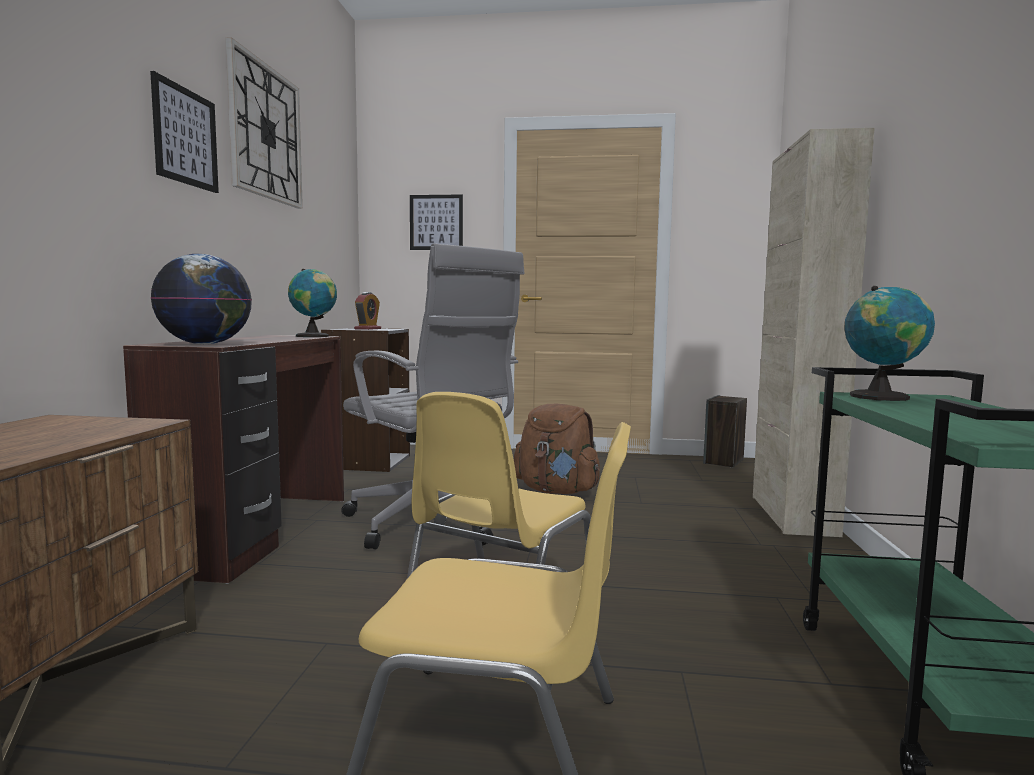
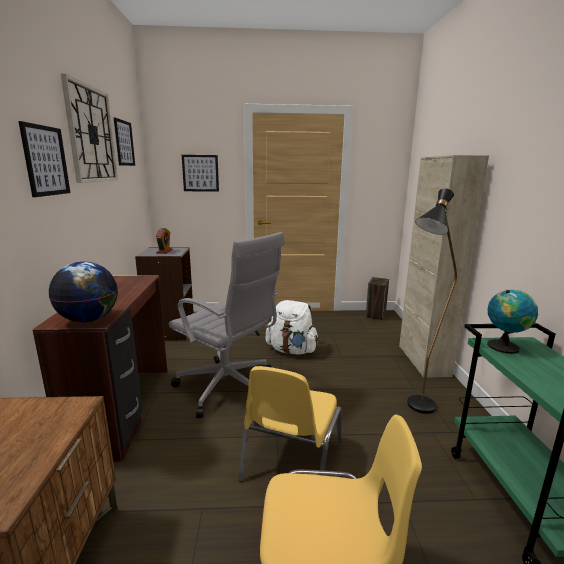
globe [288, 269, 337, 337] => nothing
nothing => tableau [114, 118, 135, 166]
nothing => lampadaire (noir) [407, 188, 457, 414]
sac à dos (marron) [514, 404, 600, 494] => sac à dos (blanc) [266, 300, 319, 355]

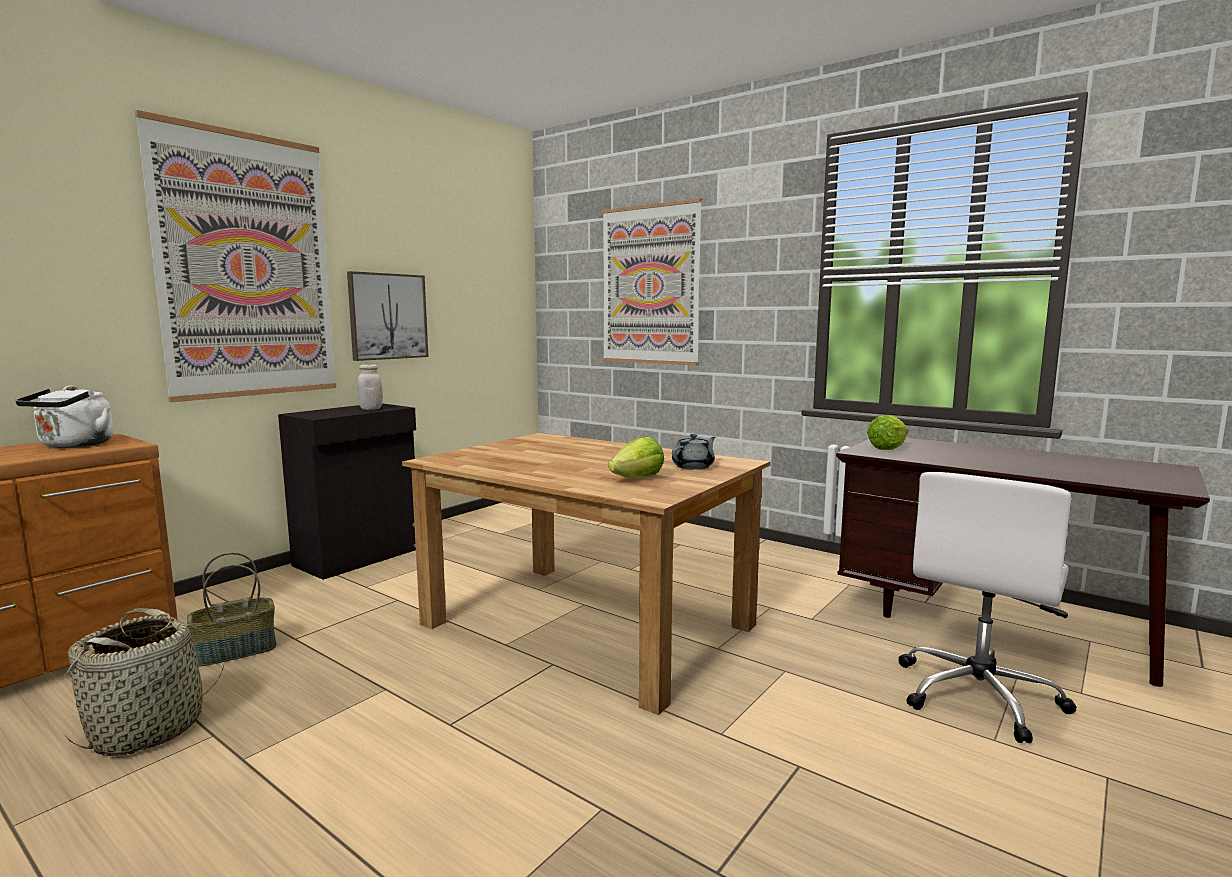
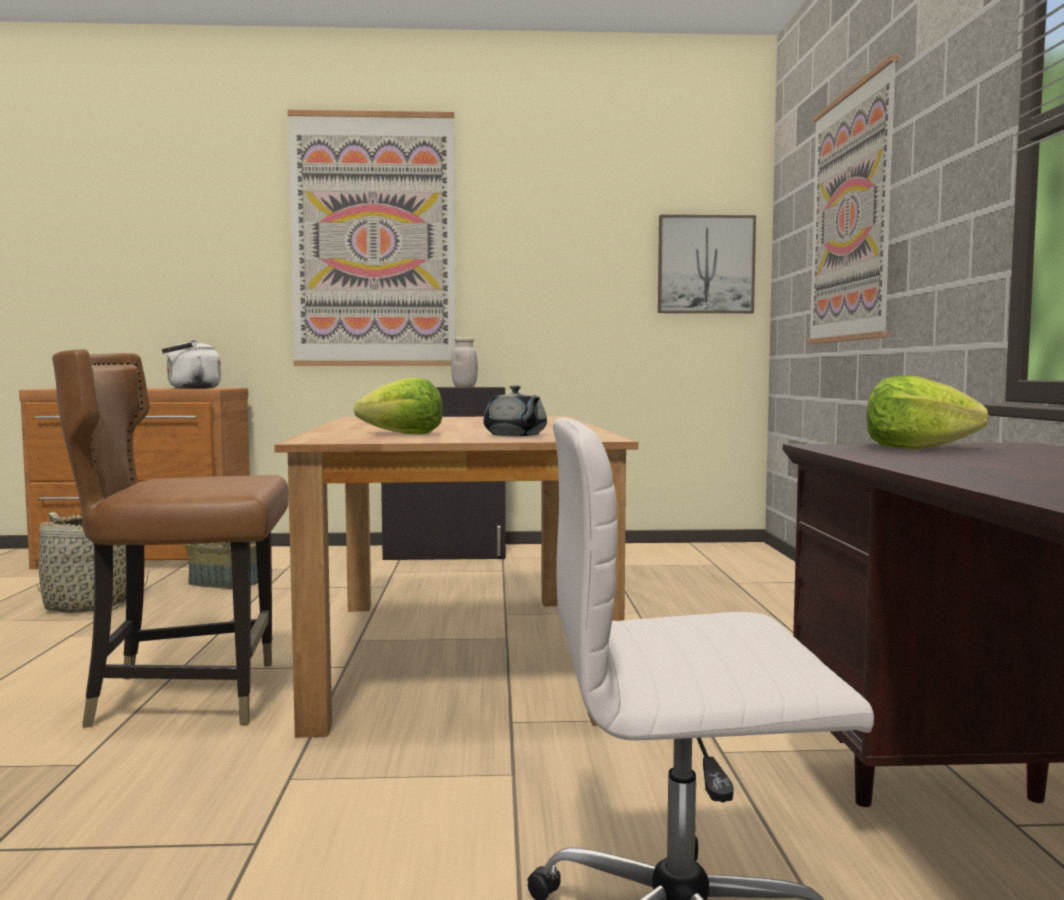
nothing => chaise (marron) [52, 349, 289, 728]
tableau [347, 271, 428, 361] => tableau [658, 215, 756, 313], relocated
théière (gris) [672, 434, 716, 470] => théière (gris) [483, 385, 547, 436], 60 degrees clockwise

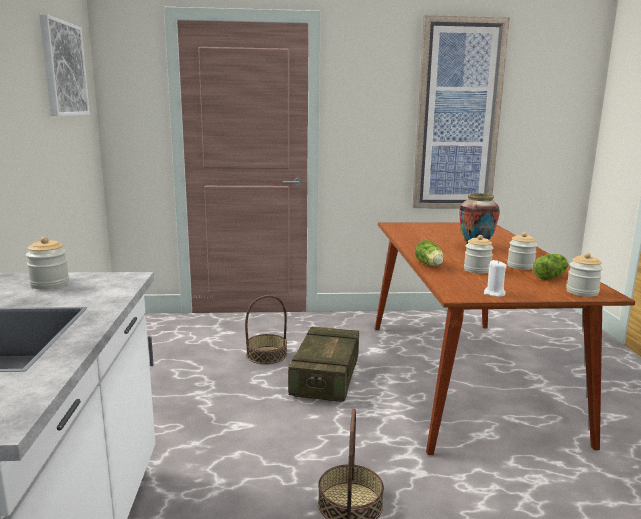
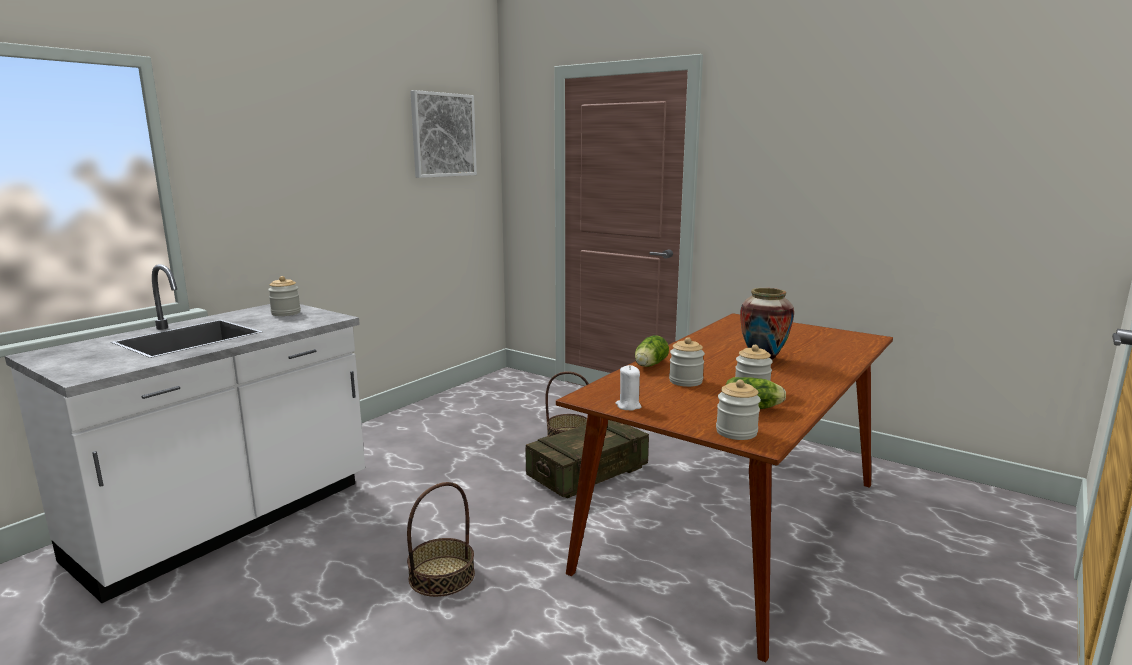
tableau [413, 15, 510, 208] => nothing

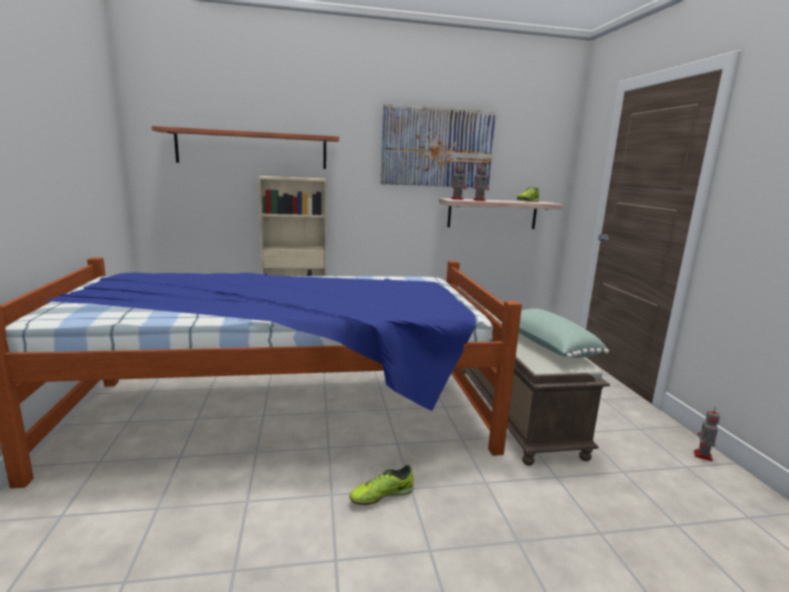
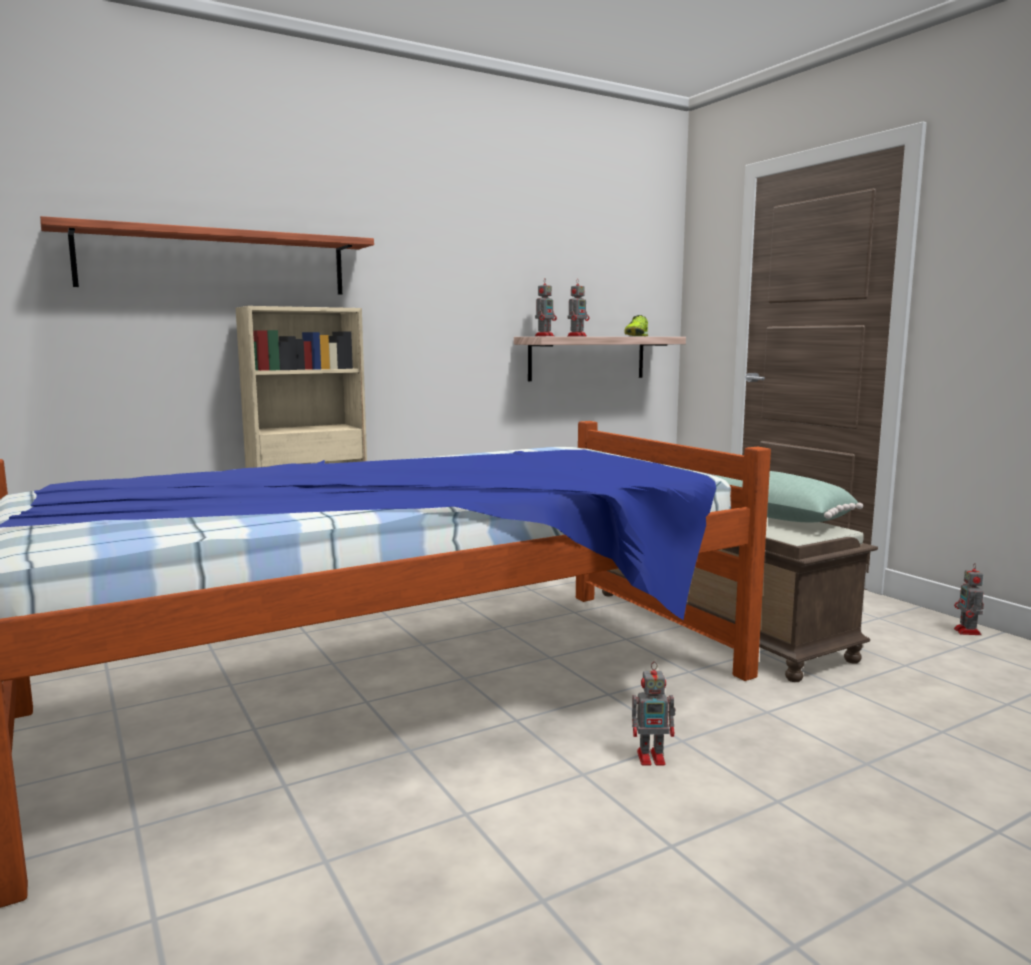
tableau [380, 104, 496, 188] => nothing
chaussure [349, 464, 414, 505] => robot jouet [632, 662, 675, 766]

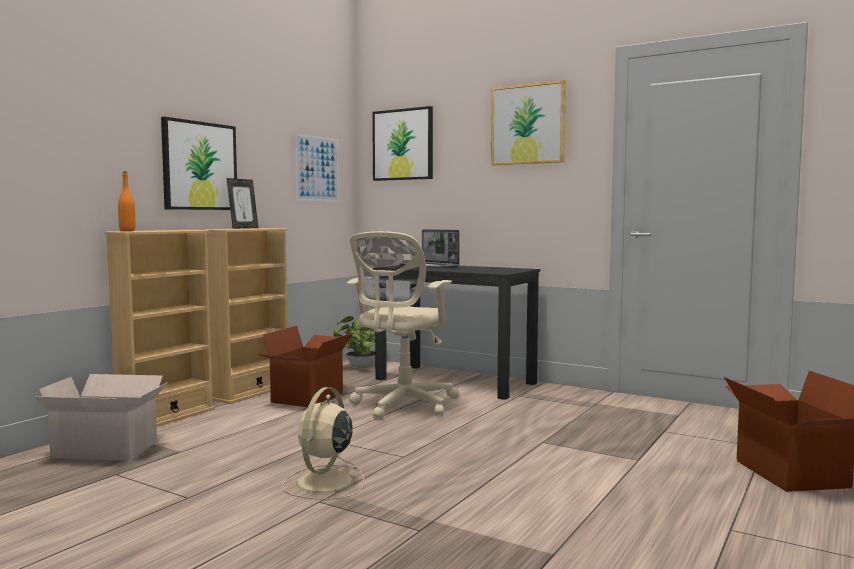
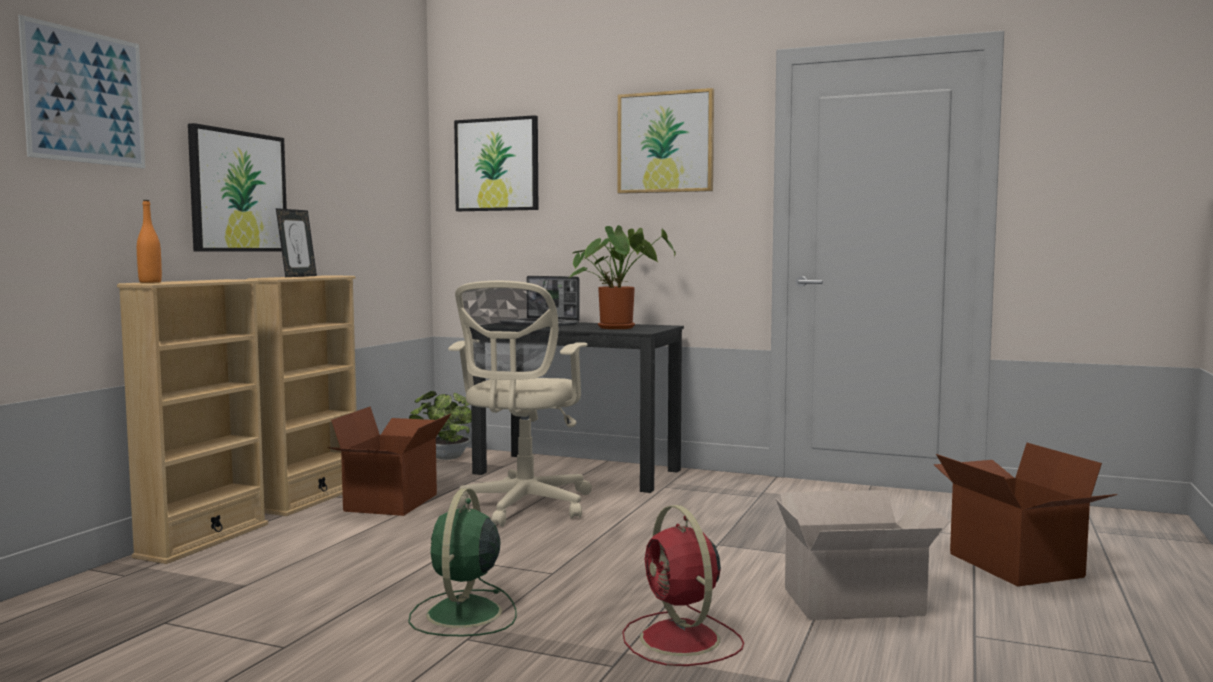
nothing => plante en pot [569, 225, 676, 329]
nothing => ventilateur (rouge) [622, 505, 744, 666]
carton [34, 374, 168, 461] => carton [775, 490, 950, 620], relocated
tableau [295, 133, 339, 202] => tableau [18, 15, 145, 168], relocated
ventilateur (beige) [282, 387, 364, 500] => ventilateur (vert) [408, 488, 517, 636]

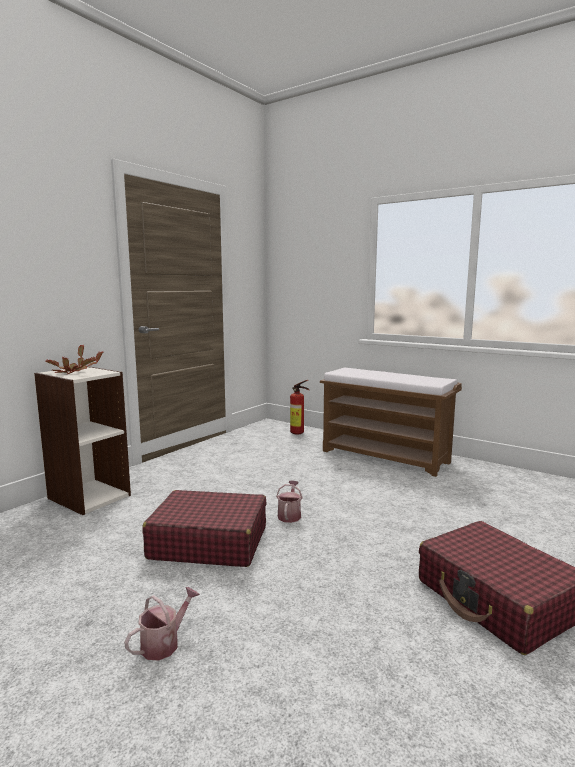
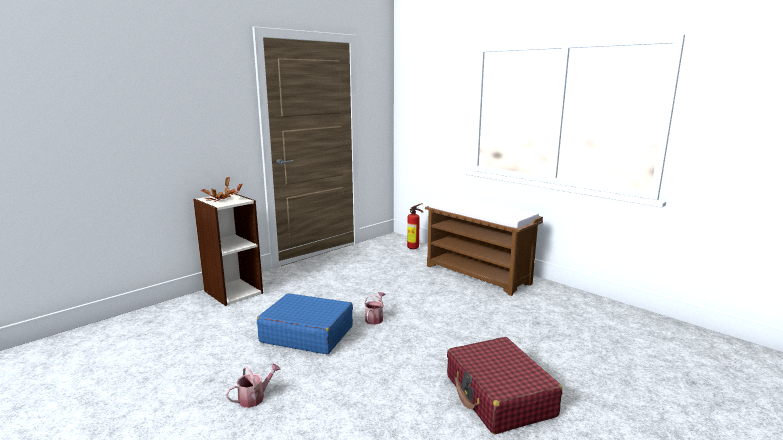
valise (rouge) [142, 490, 266, 567] => valise (bleu) [257, 293, 353, 354]

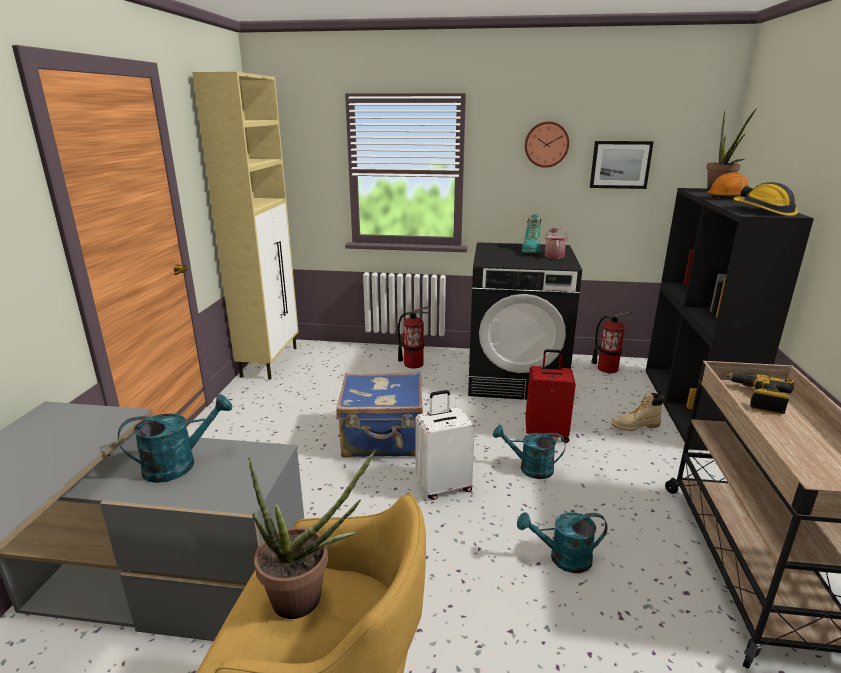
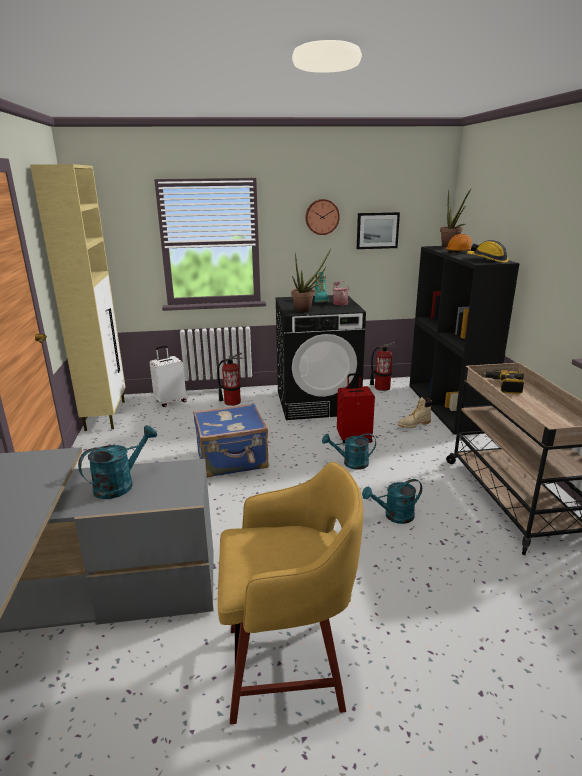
plante en pot [248, 450, 375, 619] => plante en pot [291, 249, 331, 313], relocated
valise (blanc) [415, 390, 475, 500] => valise (blanc) [150, 345, 187, 407], relocated

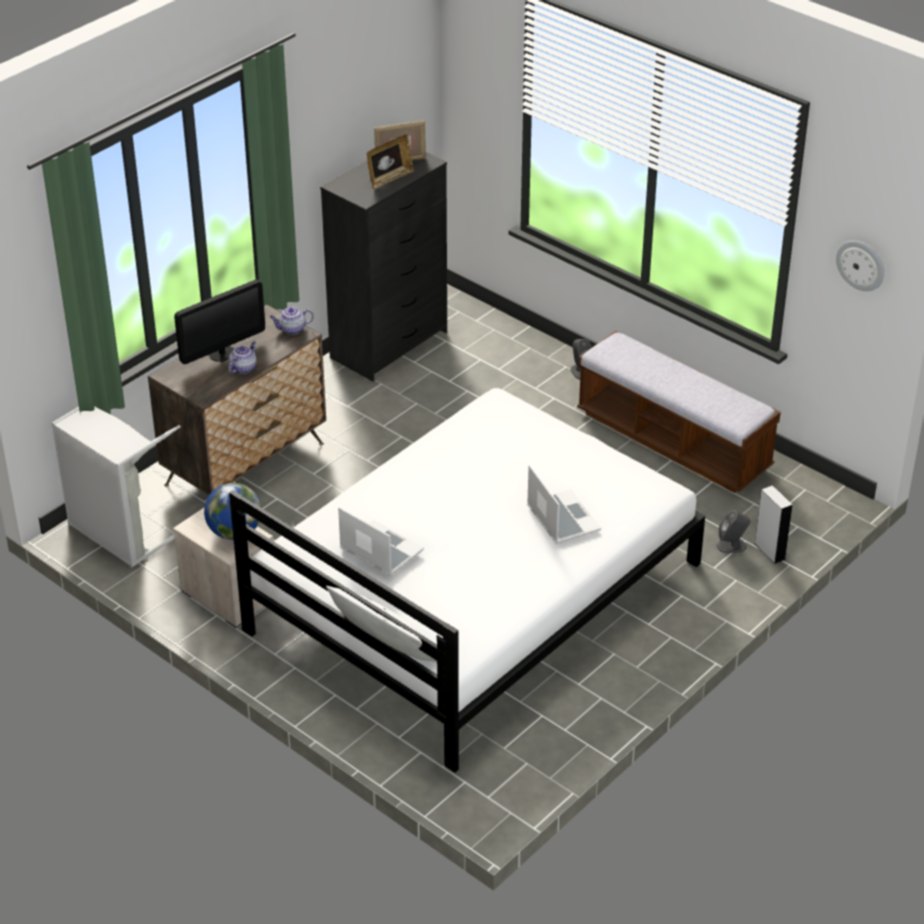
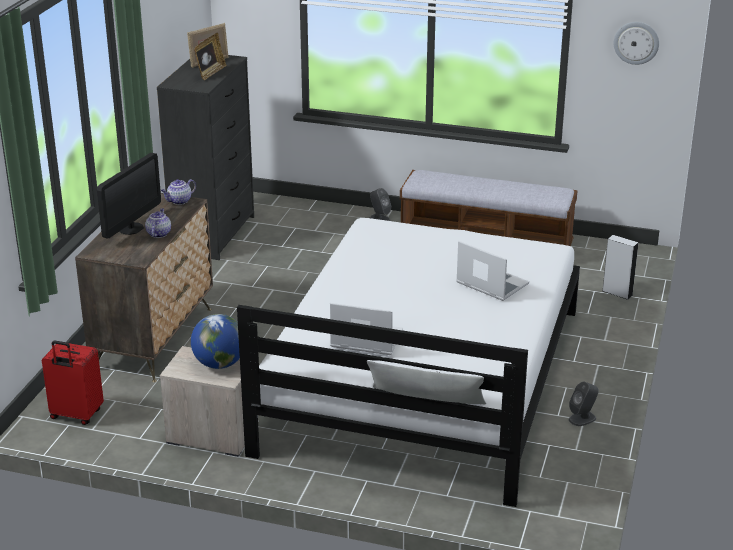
enceinte (gris) [717, 510, 750, 553] => enceinte (gris) [569, 382, 599, 426], relocated
panier à linge (gris) [52, 406, 181, 567] => valise (rouge) [42, 340, 104, 425]

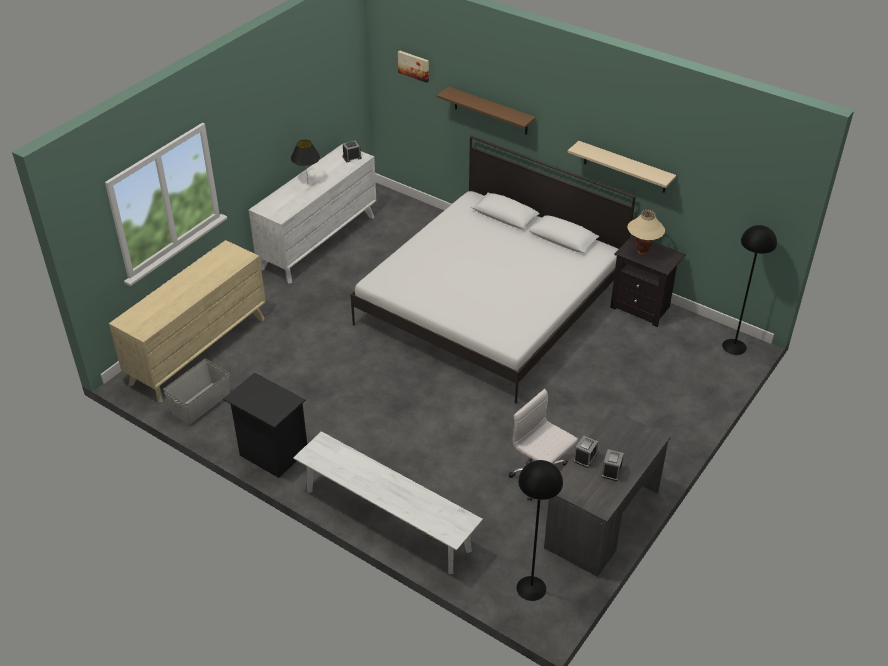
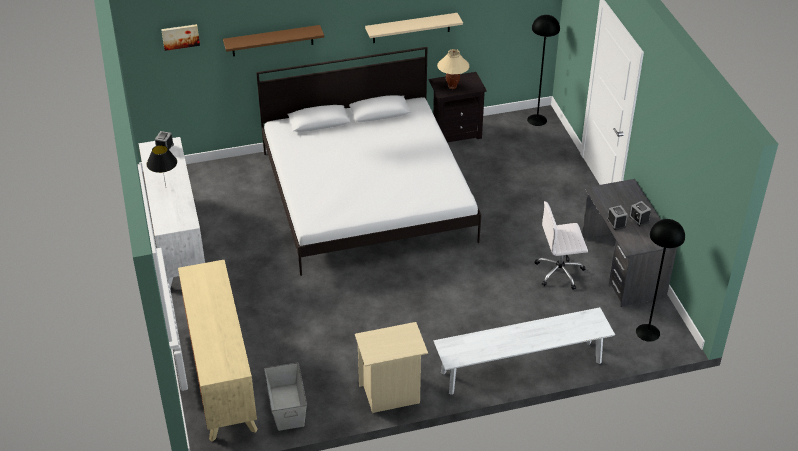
table de chevet (noir) [223, 372, 307, 478] => table de chevet (beige) [355, 322, 428, 413]

